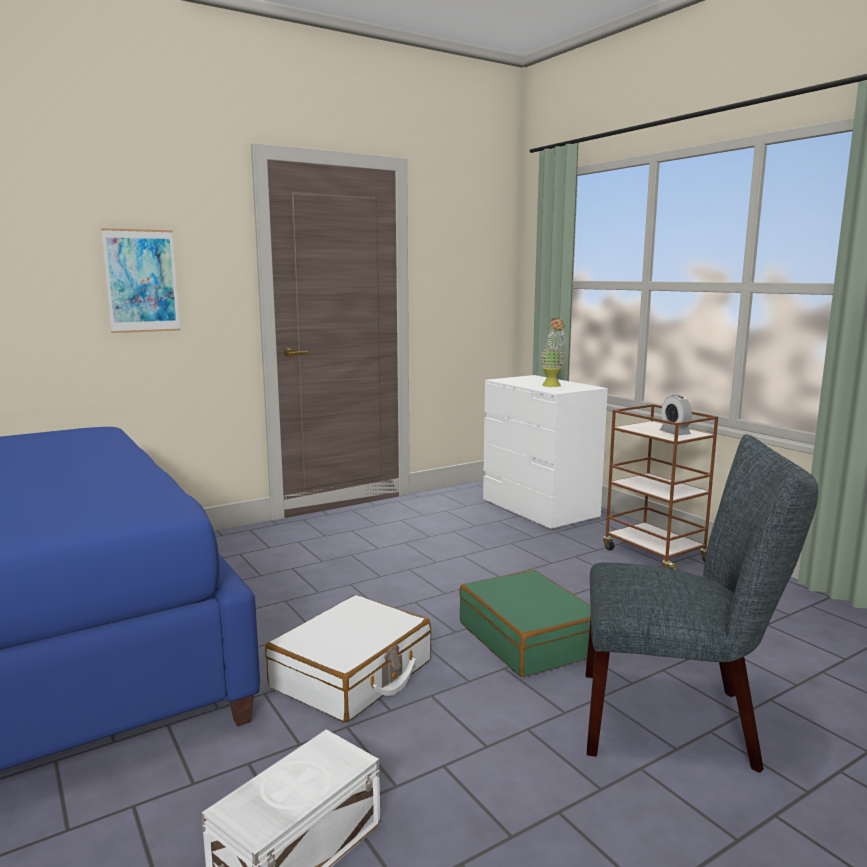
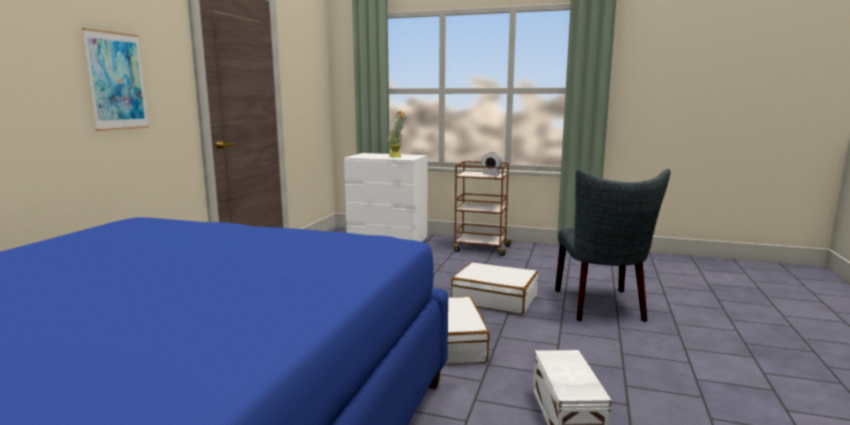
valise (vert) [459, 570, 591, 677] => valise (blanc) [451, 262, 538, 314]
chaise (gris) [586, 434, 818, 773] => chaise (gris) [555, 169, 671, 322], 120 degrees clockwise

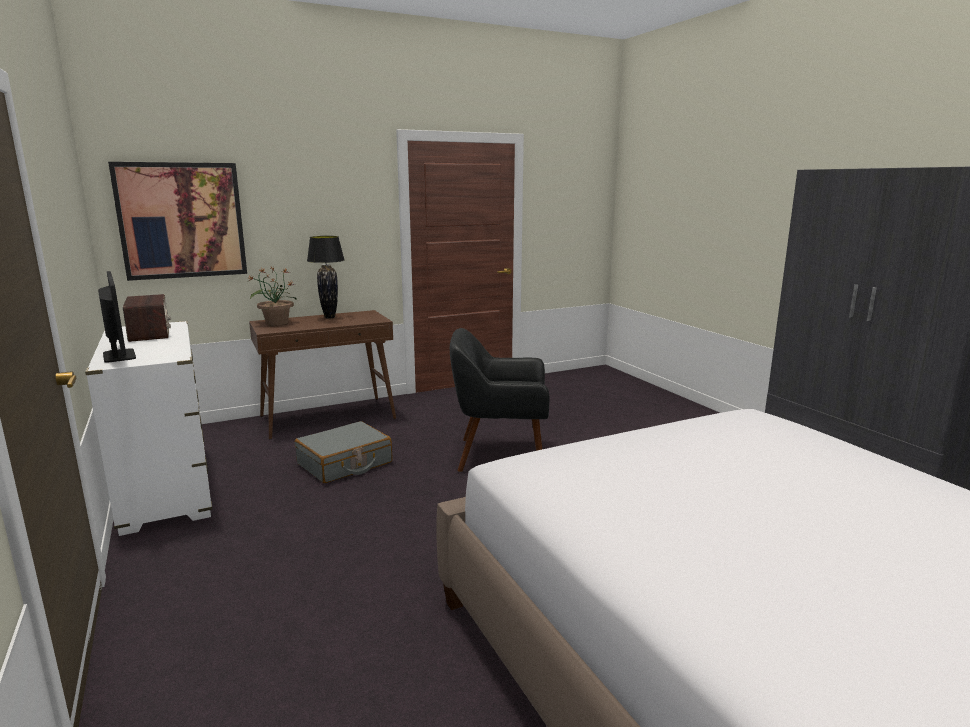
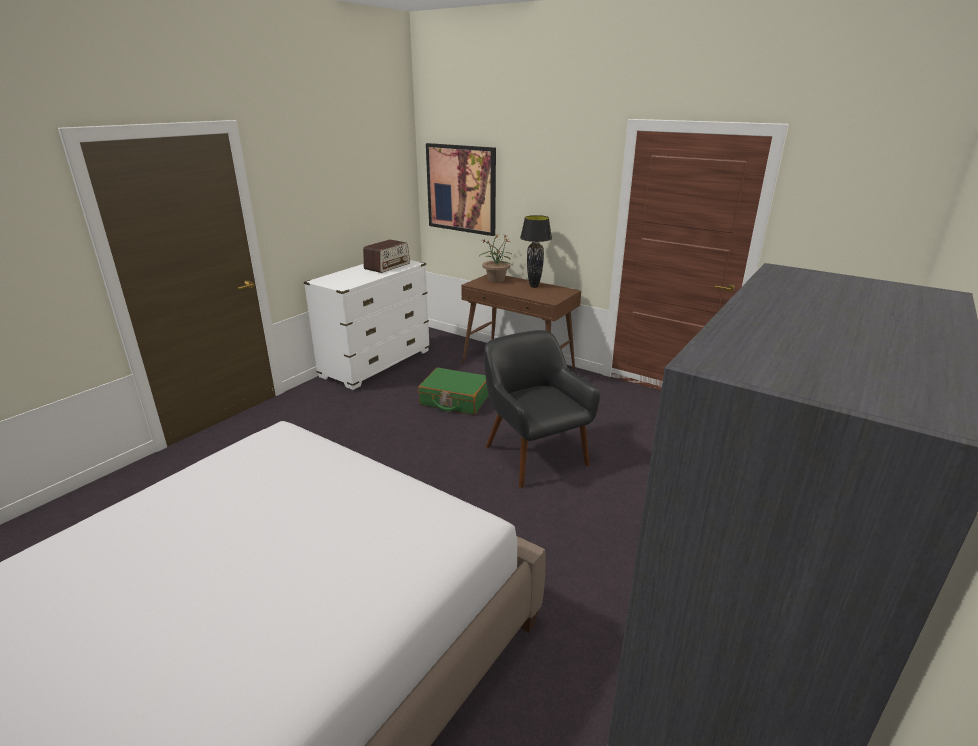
écran d'ordinateur [98, 271, 136, 363] => nothing
valise (gris) [295, 421, 392, 483] => valise (vert) [418, 368, 489, 415]

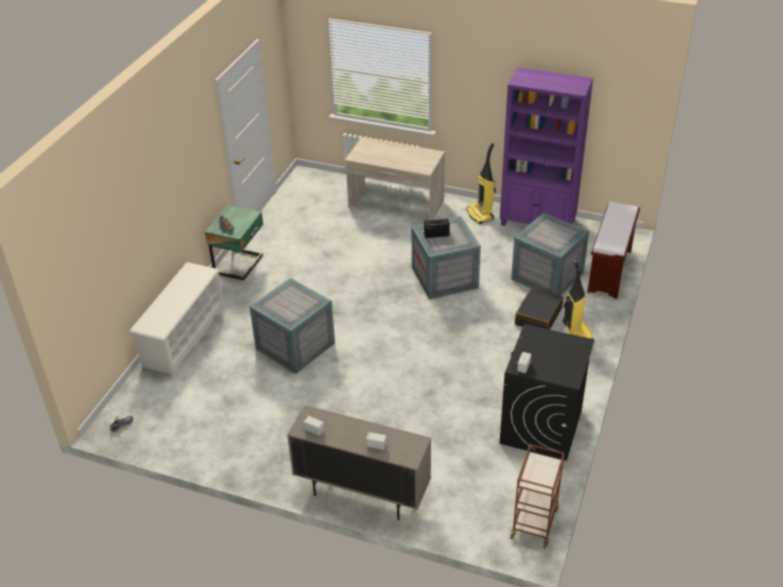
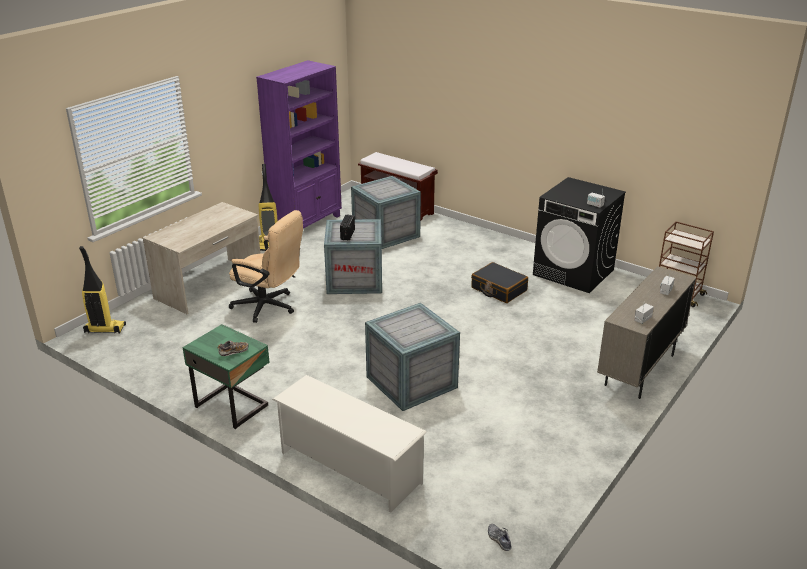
nothing => chaise de bureau (beige) [229, 210, 303, 323]
valise (noir) [515, 287, 564, 330] => valise (noir) [471, 262, 528, 303], relocated
aspirateur [563, 260, 593, 339] => aspirateur [79, 246, 126, 334], relocated

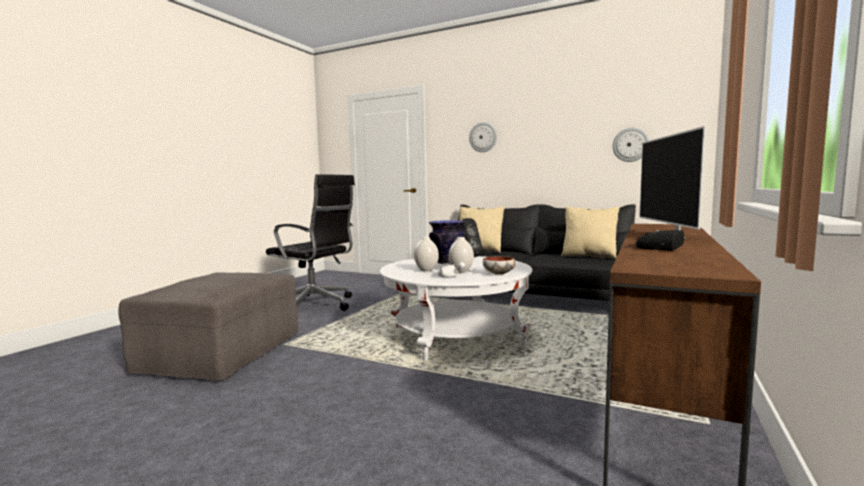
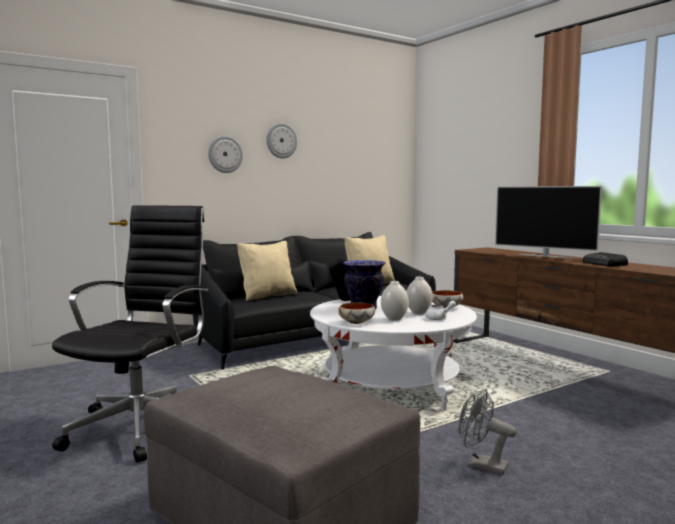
nothing => bol [338, 302, 375, 324]
nothing => ventilateur (gris) [459, 389, 517, 475]
horloge murale [613, 128, 649, 162] => horloge murale [266, 123, 298, 158], relocated
chaise de bureau (noir) [266, 174, 355, 311] => chaise de bureau (noir) [52, 205, 208, 463], 45 degrees counterclockwise

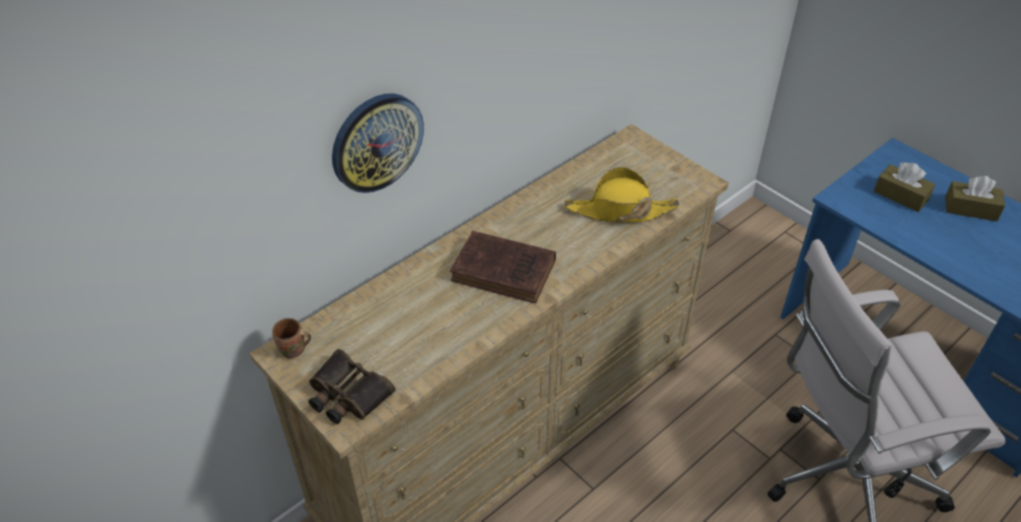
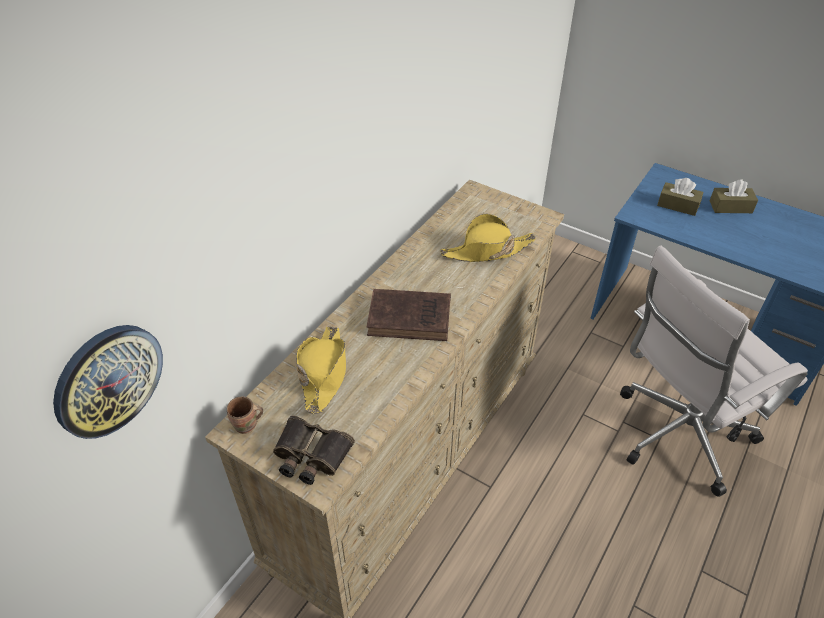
nothing => chapeau (jaune) [296, 326, 346, 414]
horloge murale [332, 93, 424, 193] => horloge murale [53, 325, 163, 439], relocated

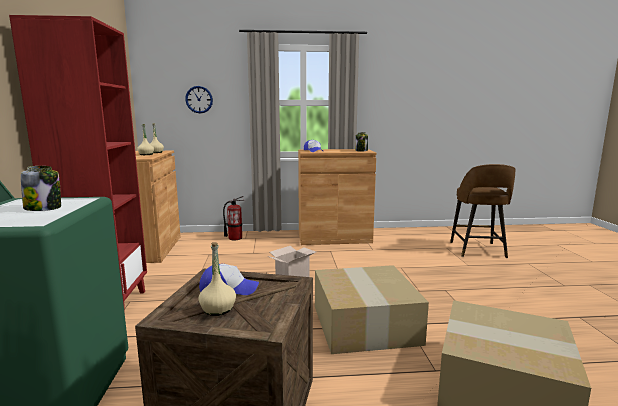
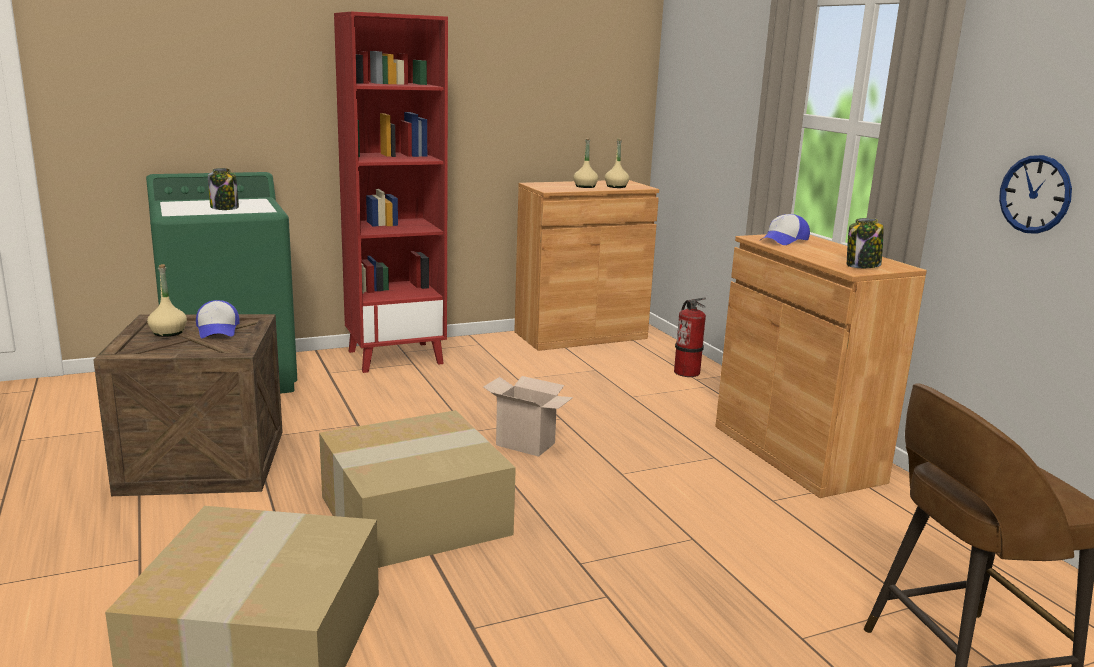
horloge murale [185, 86, 213, 113] => horloge murale [999, 155, 1072, 234], relocated

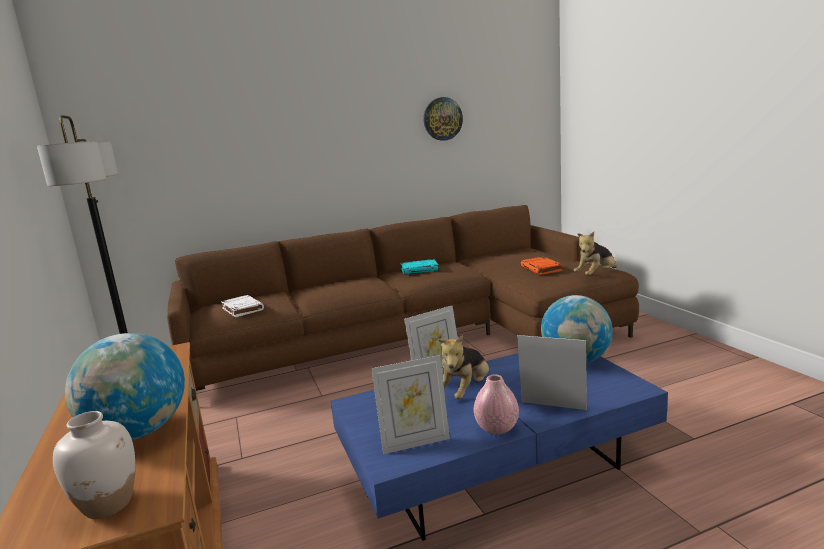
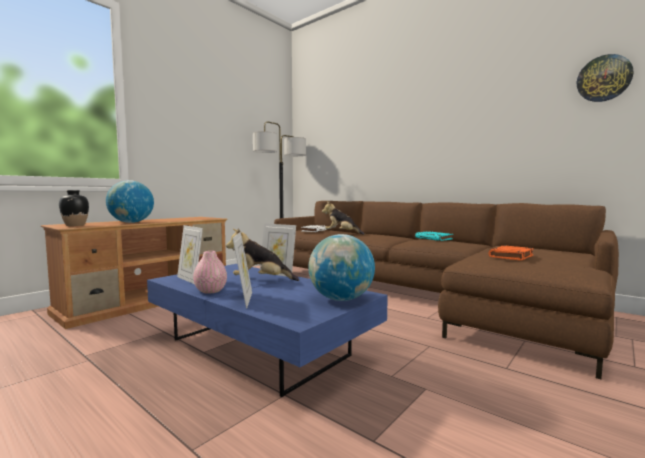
horloge murale [424, 97, 463, 141] => horloge murale [577, 54, 633, 102], relocated
peluche [574, 232, 616, 276] => peluche [322, 201, 364, 235], relocated
vase (blanc) [53, 411, 135, 519] => vase (noir) [59, 190, 89, 226]

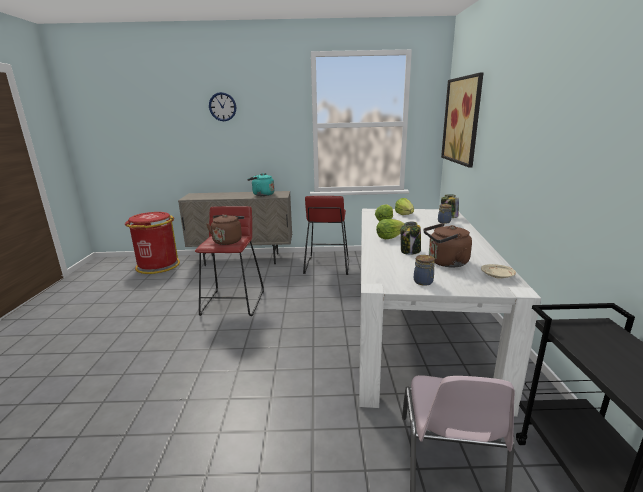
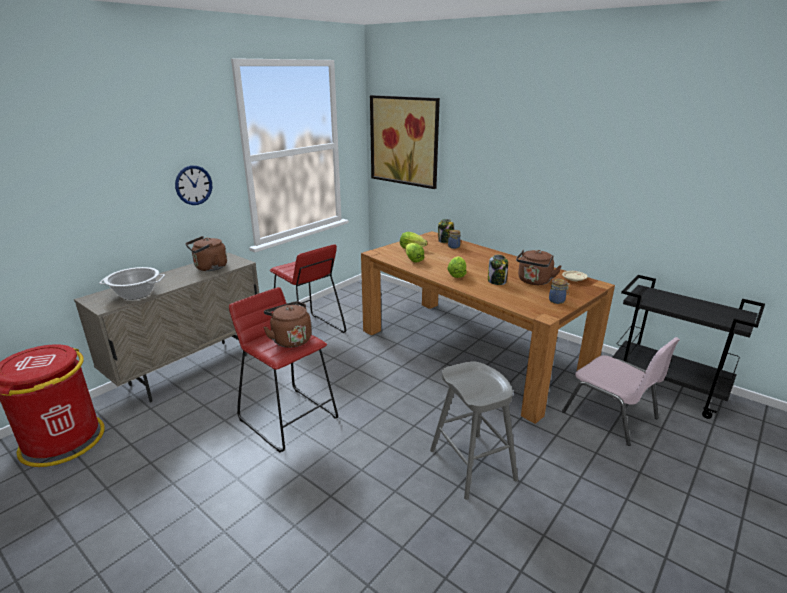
nothing => marmite [99, 267, 165, 300]
nothing => tabouret (gris) [430, 361, 518, 500]
horloge murale [209, 92, 236, 121] => horloge murale [175, 165, 212, 205], relocated
bouilloire (turquoise) [247, 173, 274, 196] => bouilloire (marron) [186, 236, 227, 271]
table à manger (blanc) [359, 209, 541, 417] => table à manger (marron) [361, 231, 615, 424]

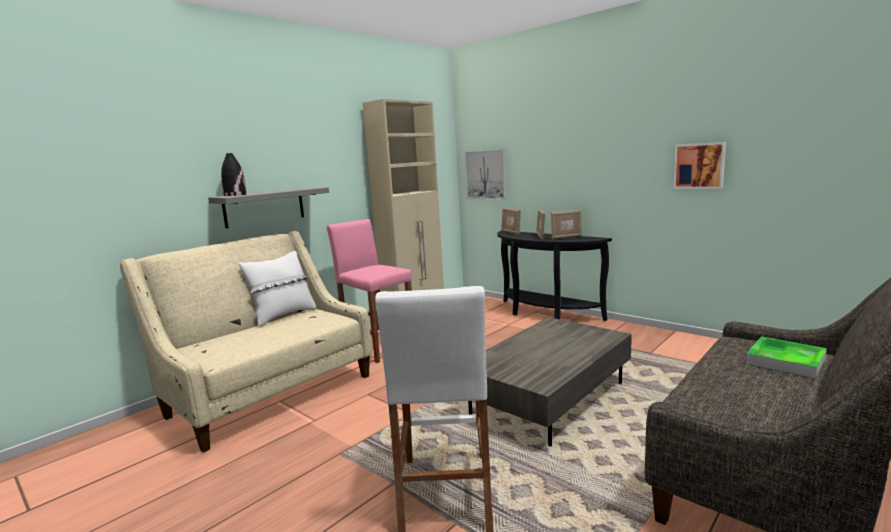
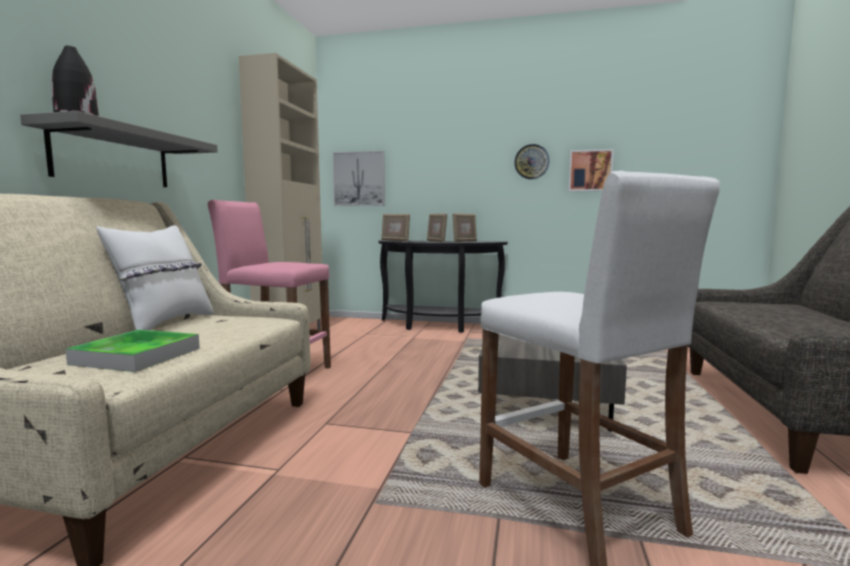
nothing => horloge murale [514, 144, 550, 179]
plateau [746, 336, 827, 379] => plateau [65, 330, 200, 372], relocated

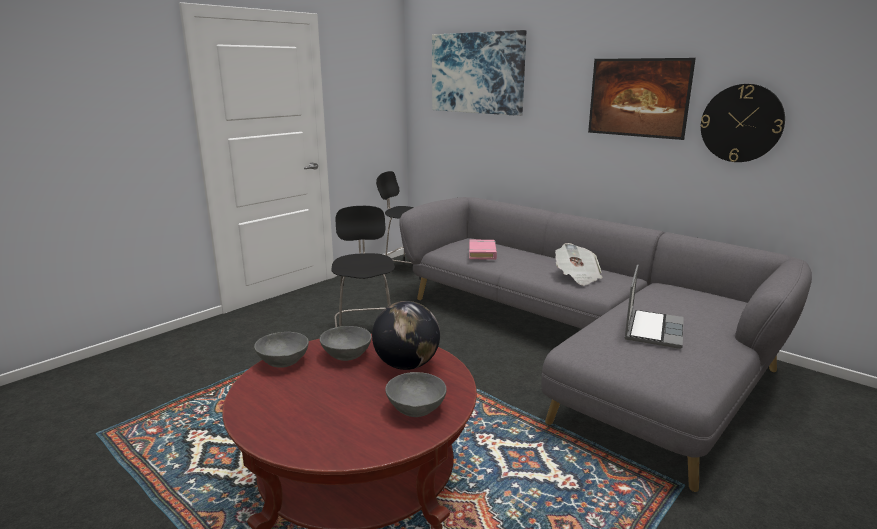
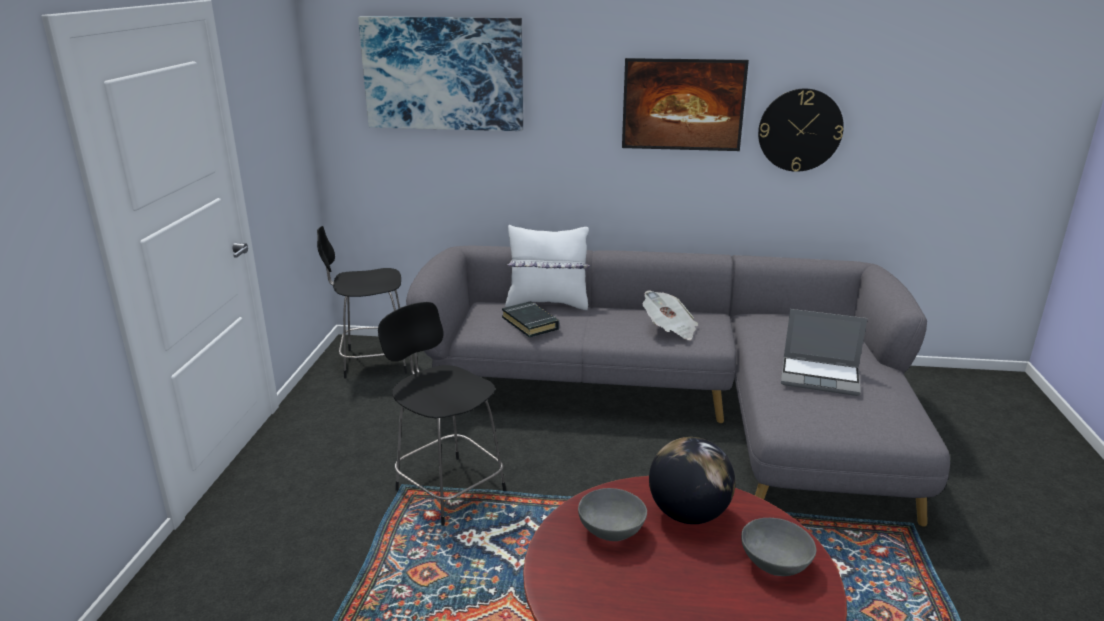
bol (gris) [254, 332, 309, 368] => nothing
nothing => coussin (blanc) [505, 225, 590, 310]
livre (rose) [469, 239, 497, 260] => livre (noir) [502, 301, 559, 337]
ordinateur portable [624, 265, 684, 349] => ordinateur portable [781, 309, 868, 396], 120 degrees clockwise

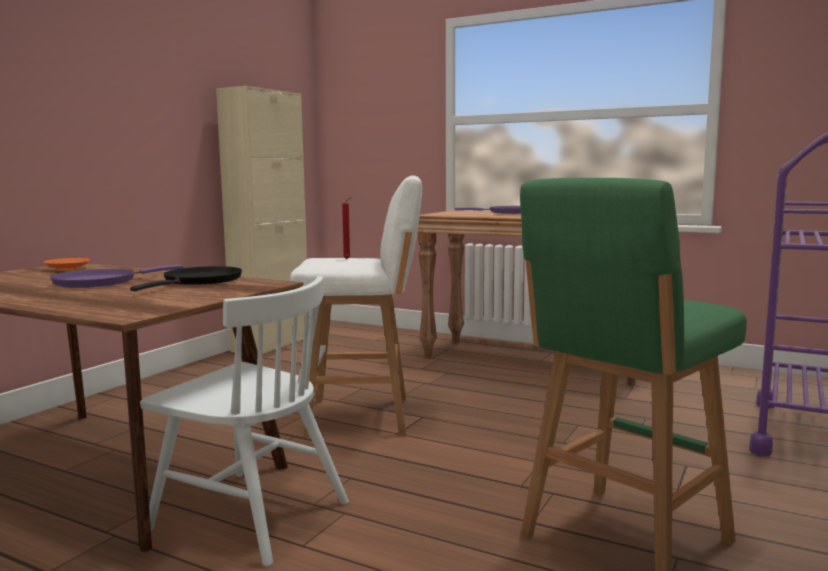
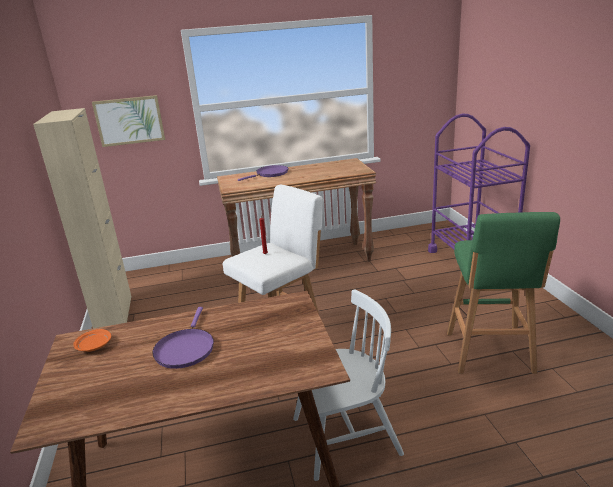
poêle (noir) [130, 266, 242, 291] => nothing
nothing => tableau [92, 95, 165, 147]

